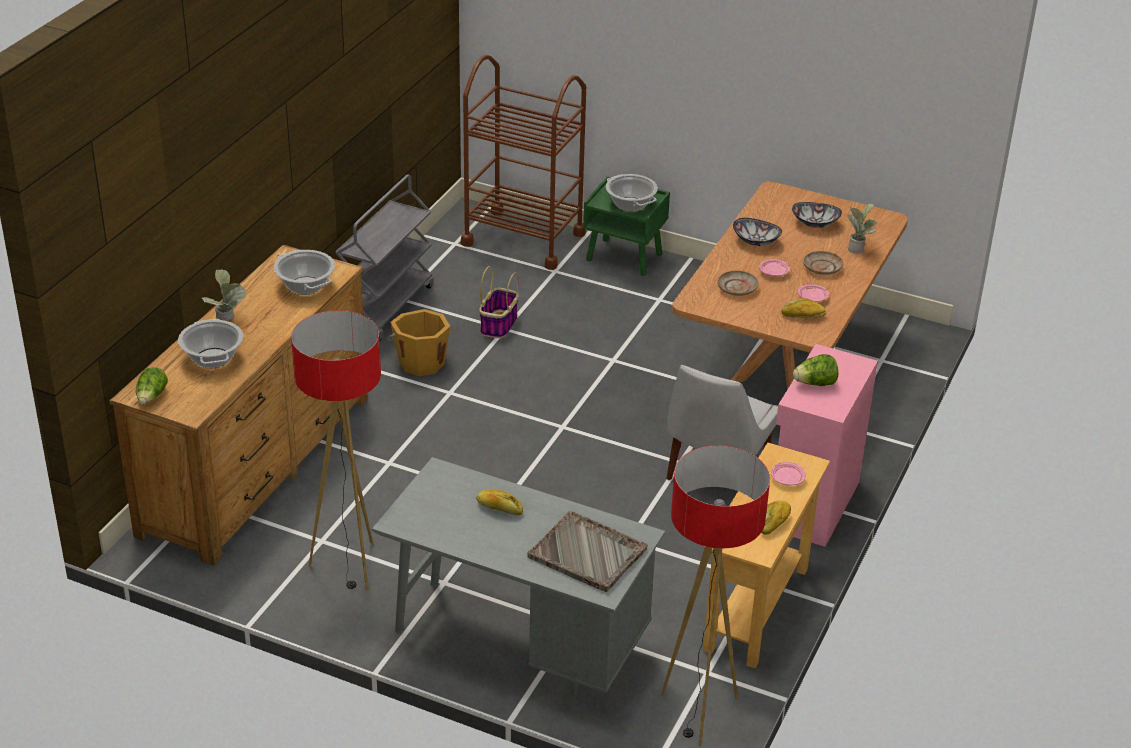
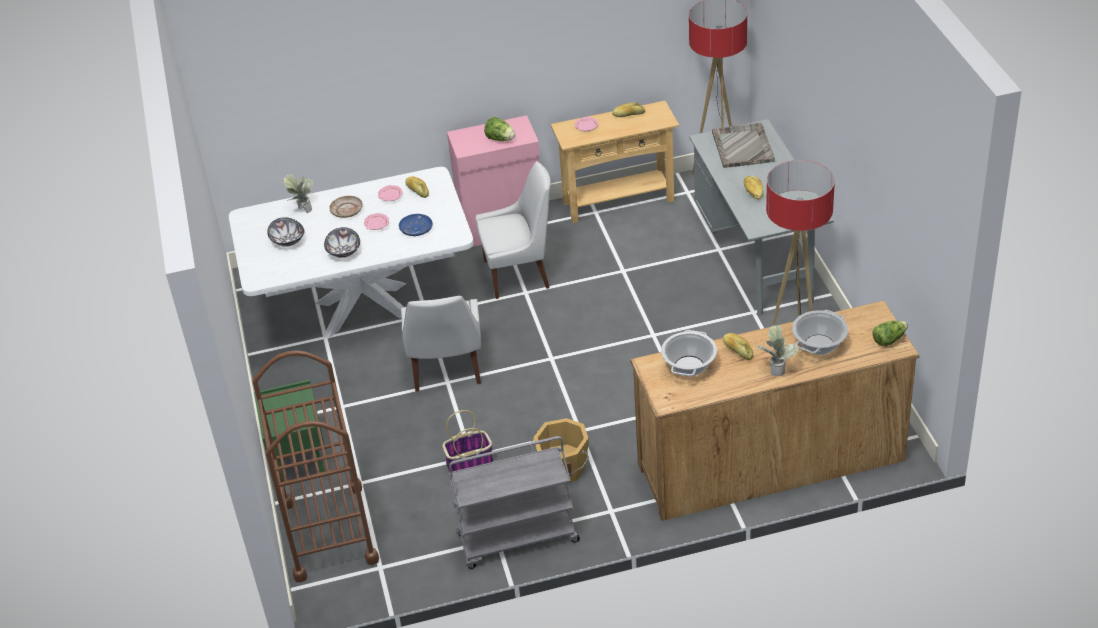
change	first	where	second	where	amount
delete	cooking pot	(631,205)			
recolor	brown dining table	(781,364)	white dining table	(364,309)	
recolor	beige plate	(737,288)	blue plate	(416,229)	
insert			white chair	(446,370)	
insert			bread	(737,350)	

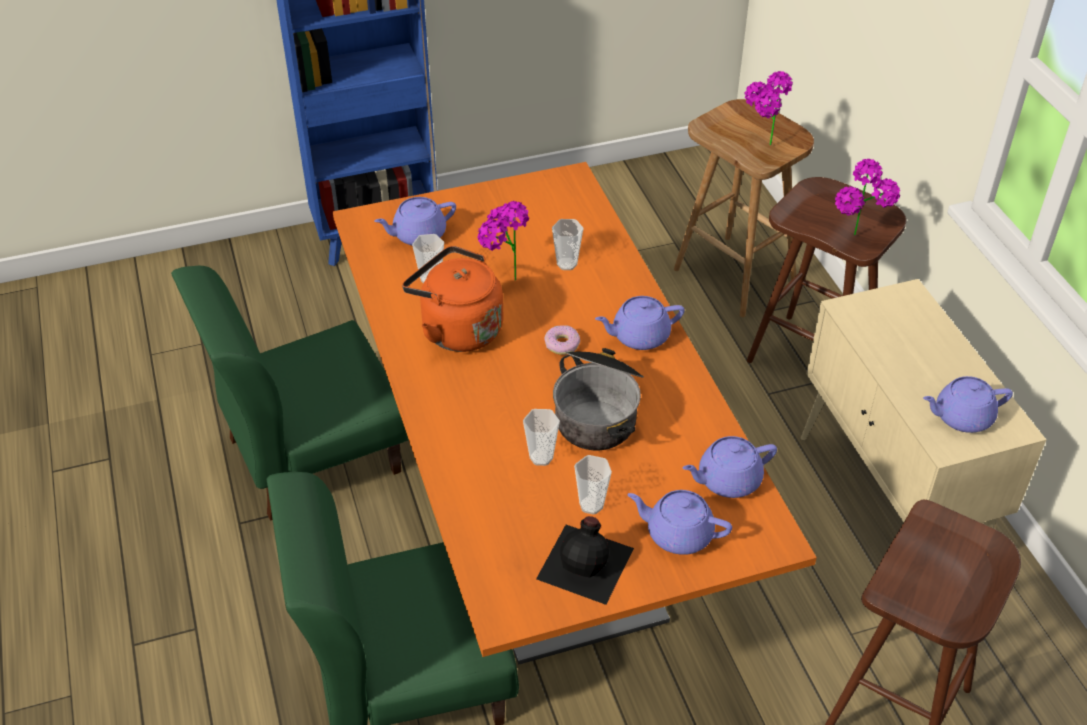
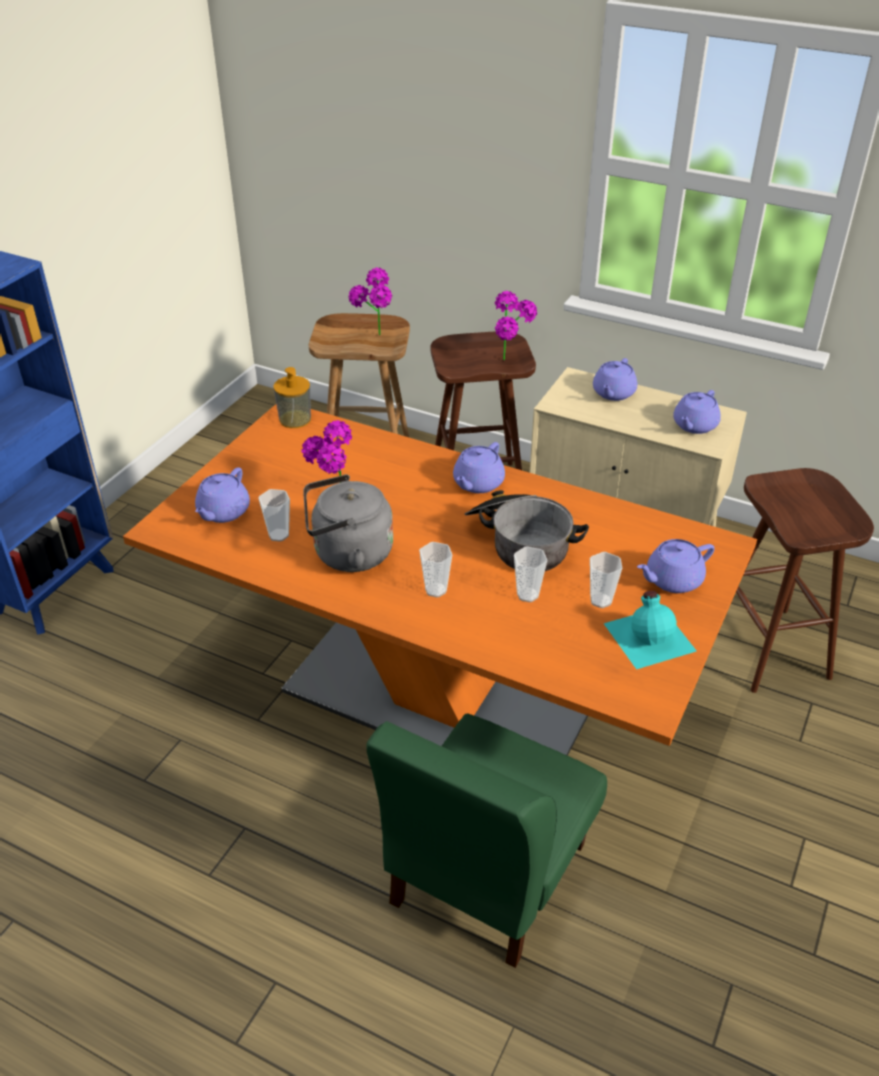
change	first	where	second	where	amount
delete	green chair	(312,454)			
recolor	orange kettle	(457,329)	grey kettle	(348,554)	
recolor	black bottle	(587,562)	turquoise bottle	(650,636)	
delete	donut	(562,344)			
move	cup	(567,264)		(435,590)	
move	purple teapot	(727,480)		(613,393)	
insert			soap dispenser	(295,419)	

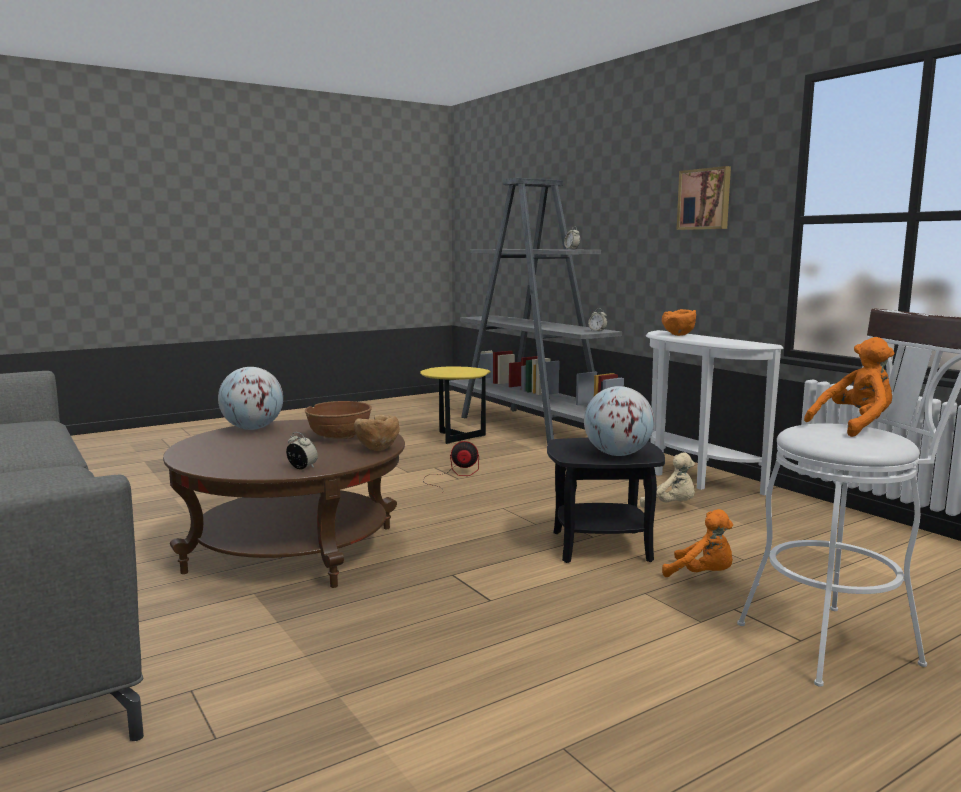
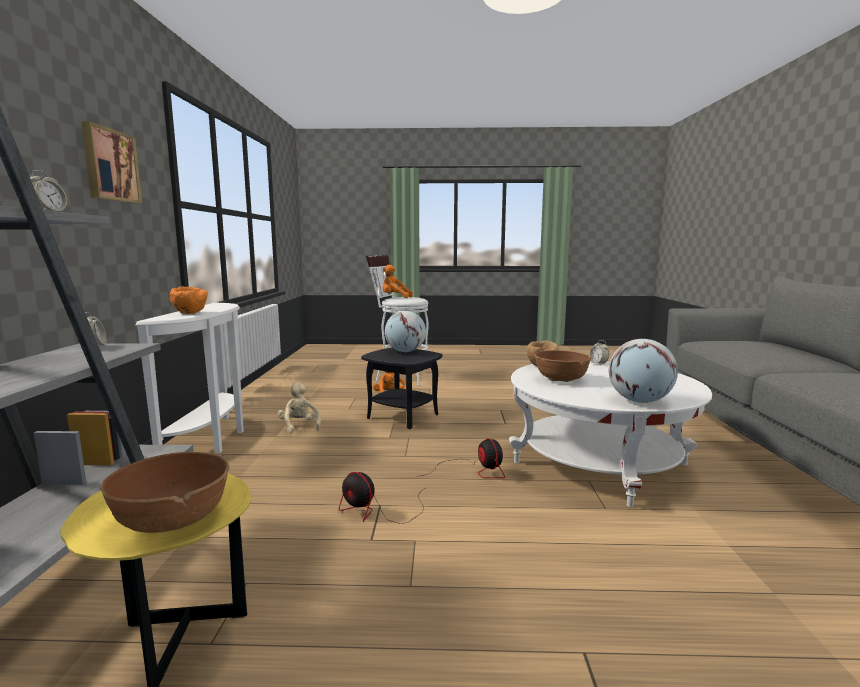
change	first	where	second	where	amount
recolor	brown coffee table	(293,548)	white coffee table	(599,463)	
insert			brown bowl	(173,520)	
insert			fan	(474,471)	

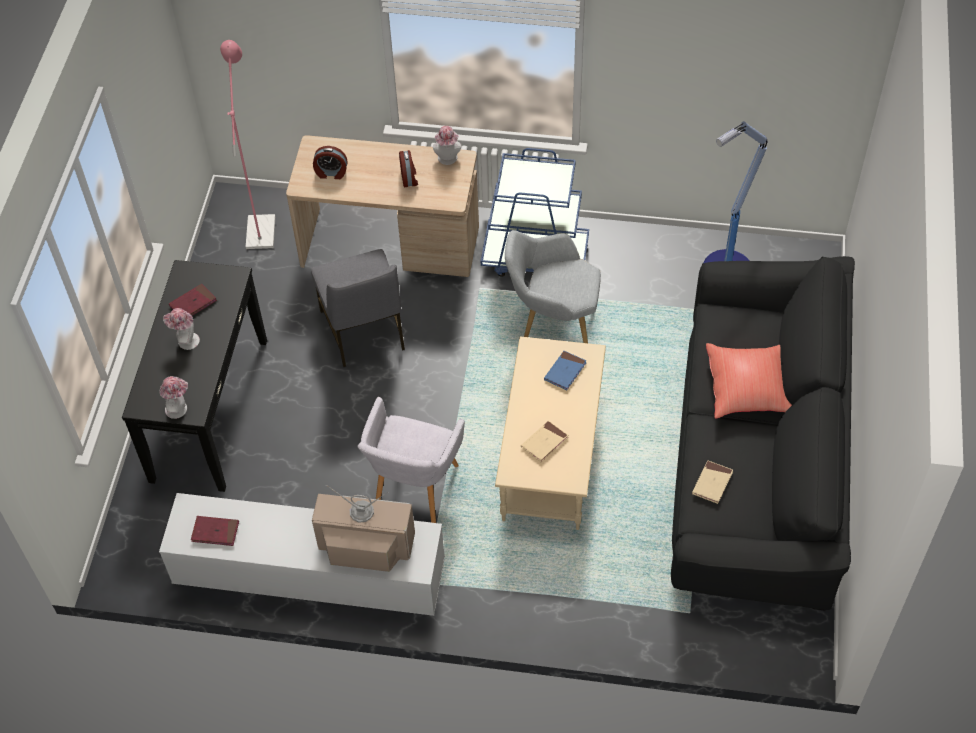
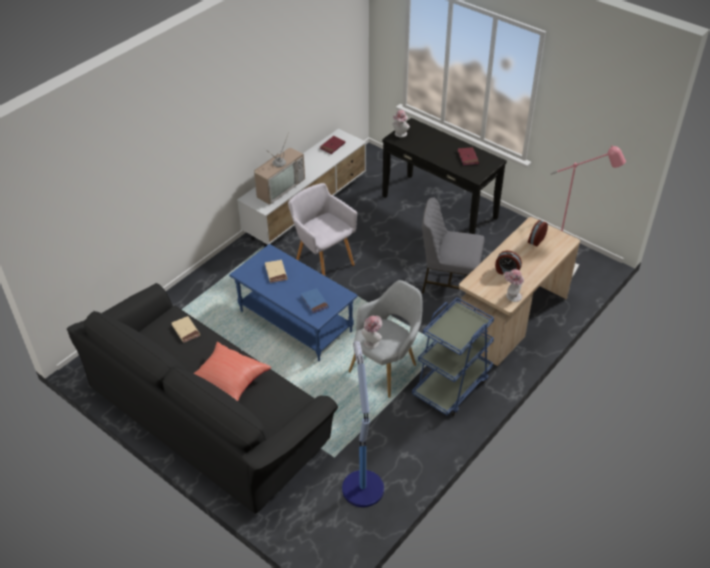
change	first	where	second	where	amount
move	hat	(185,341)		(372,341)	
recolor	beige coffee table	(551,457)	blue coffee table	(294,322)	

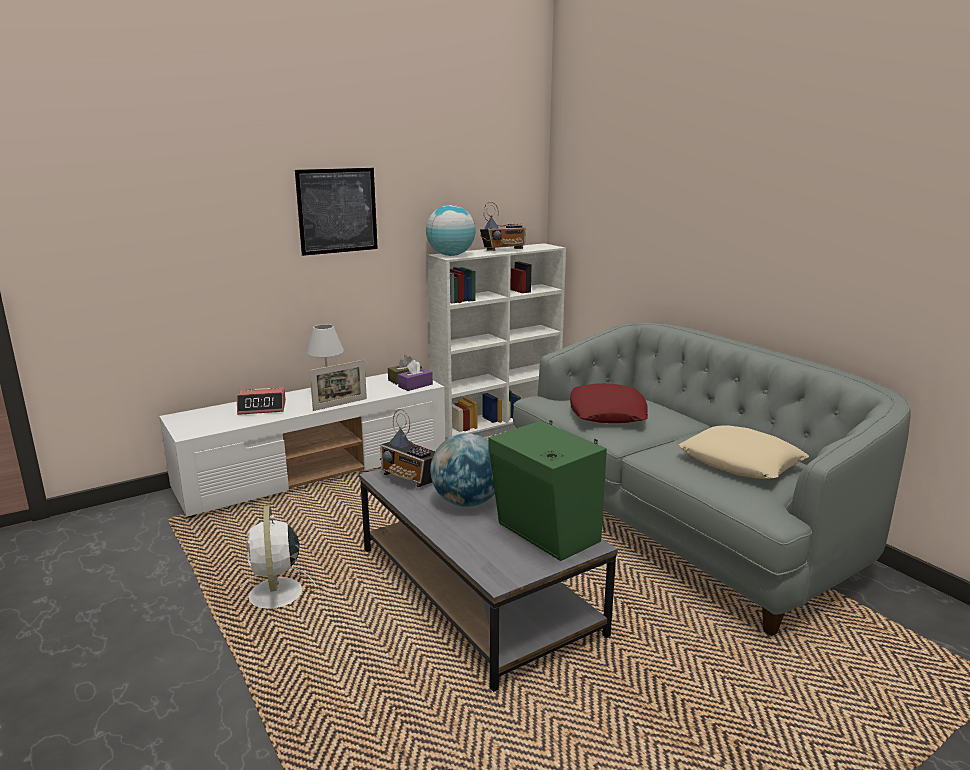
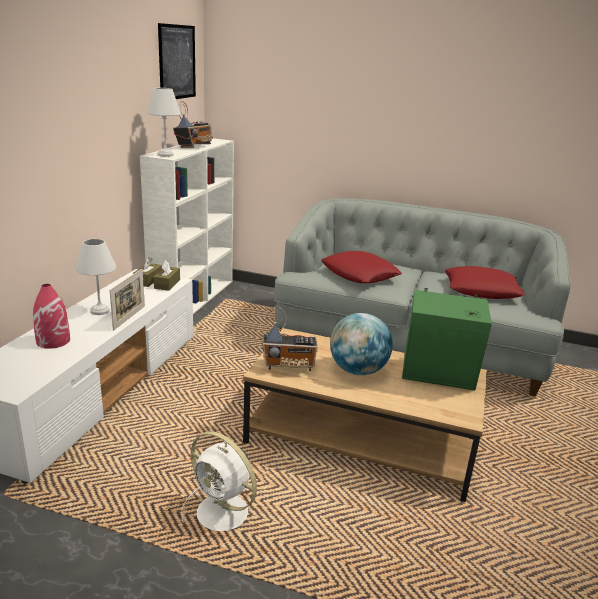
change	first	where	second	where	amount
replace	alarm clock	(262,407)	red vase	(53,341)	
move	picture	(337,211)		(177,62)	
recolor	grey coffee table	(476,590)	brown coffee table	(361,438)	
recolor	purple tissue box	(415,385)	brown tissue box	(167,284)	
replace	globe	(450,255)	white table lamp	(164,155)	
recolor	beige pillow	(741,462)	red pillow	(482,290)	

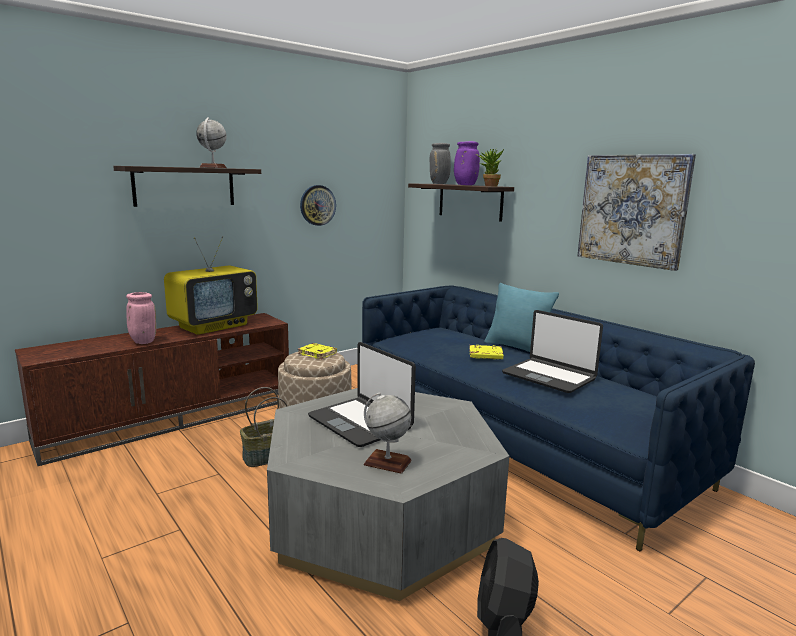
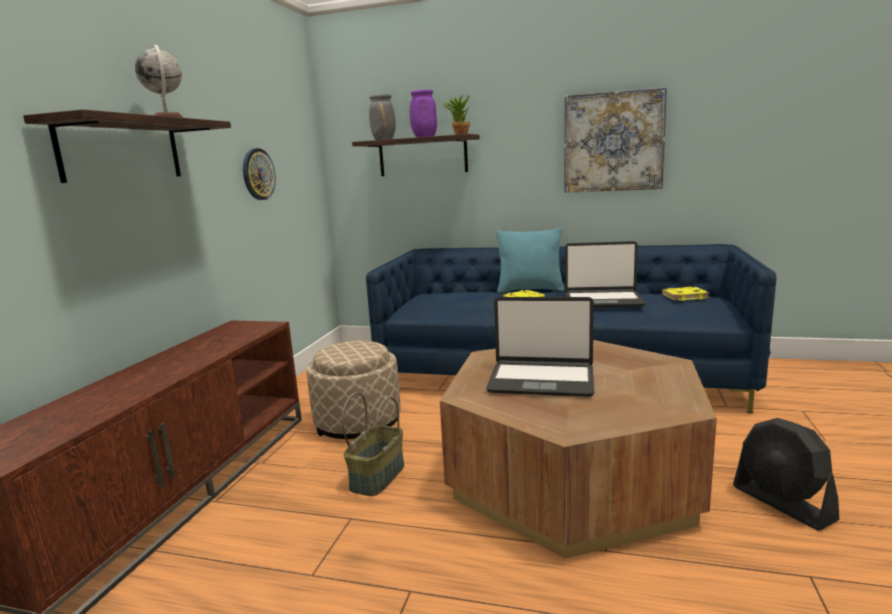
change	first	where	second	where	amount
delete	pink vase	(142,342)			
delete	television	(214,326)			
recolor	grey coffee table	(382,518)	brown coffee table	(573,475)	
move	yellow book	(318,353)		(685,296)	
delete	globe	(387,462)			

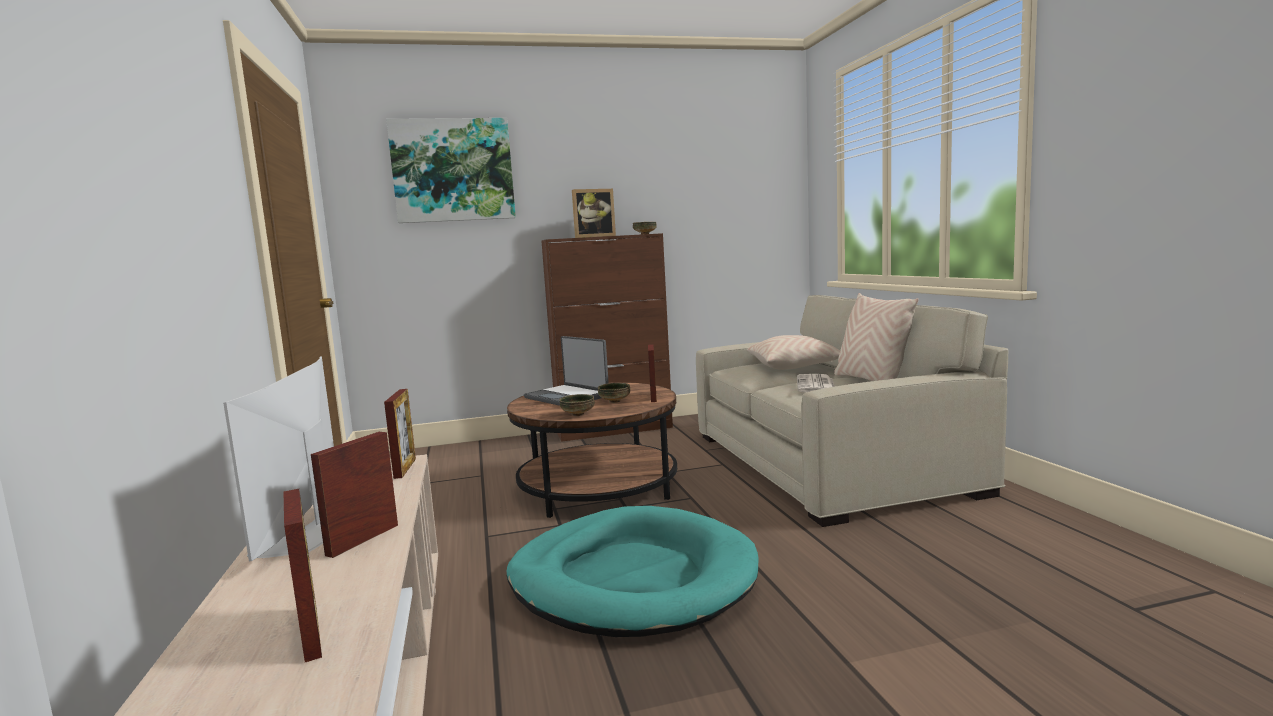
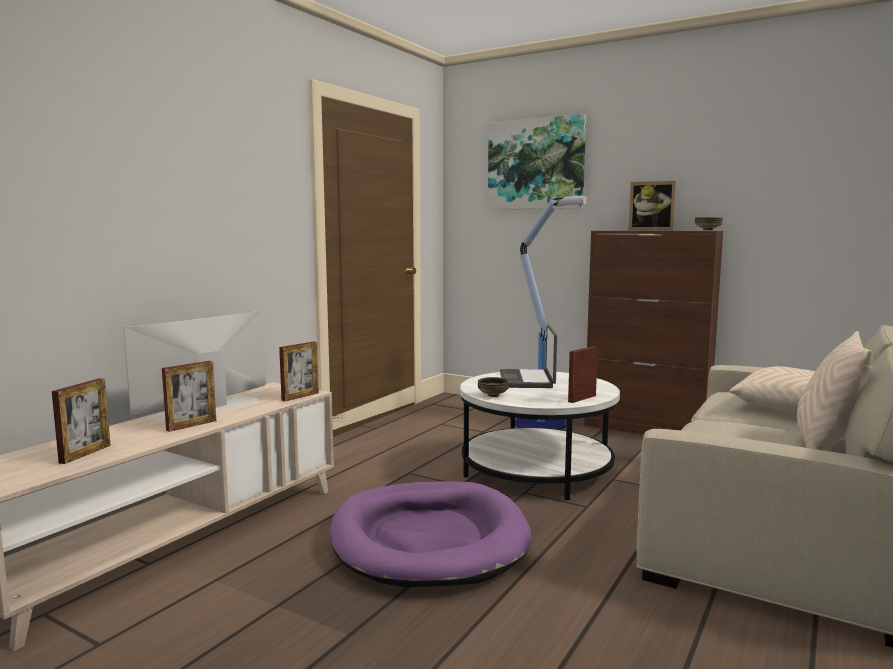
change	first	where	second	where	amount
rotate	picture frame	(363,540)		(191,425)	150 degrees clockwise
recolor	turquoise dog bed	(632,578)	purple dog bed	(428,539)	
recolor	brown coffee table	(598,487)	white coffee table	(536,470)	
delete	bowl	(615,401)			
delete	newspaper	(816,385)			
insert			floor lamp	(542,424)	

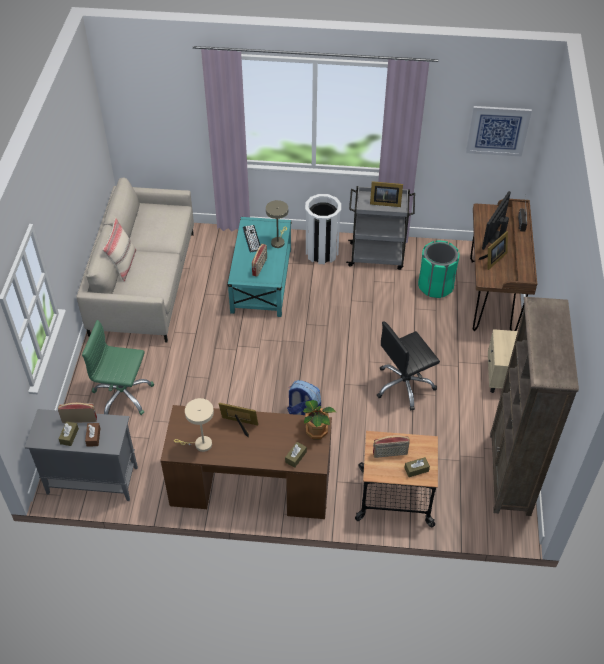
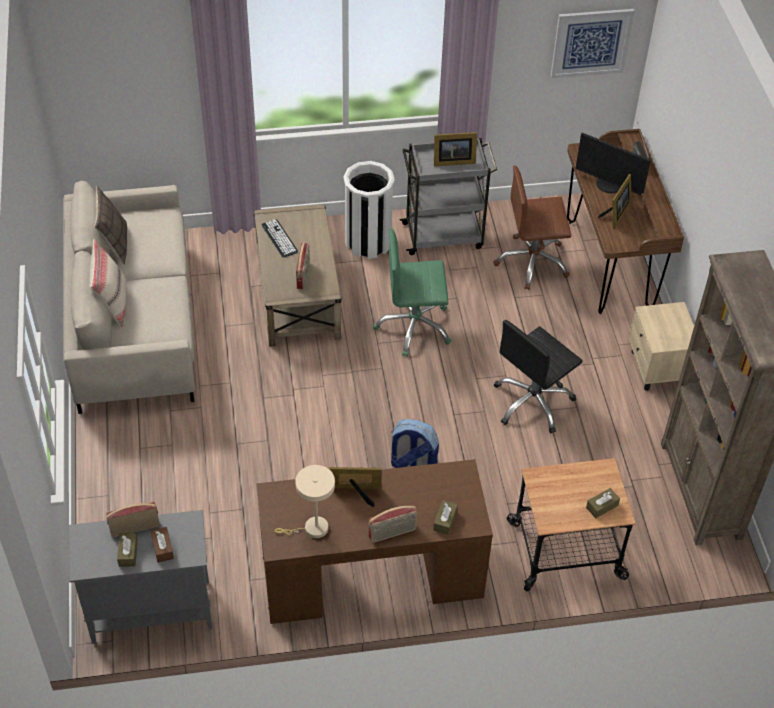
change	first	where	second	where	amount
move	green office chair	(123,396)		(414,327)	
recolor	turquoise coffee table	(261,281)	beige coffee table	(298,294)	
delete	beige table lamp	(278,241)			
delete	potted plant	(316,430)			
move	radio	(390,454)		(392,533)	
replace	green trash can	(435,286)	brown office chair	(532,262)	
rotate	monitor	(494,237)		(609,185)	75 degrees counterclockwise
insert			pillow	(114,244)	

